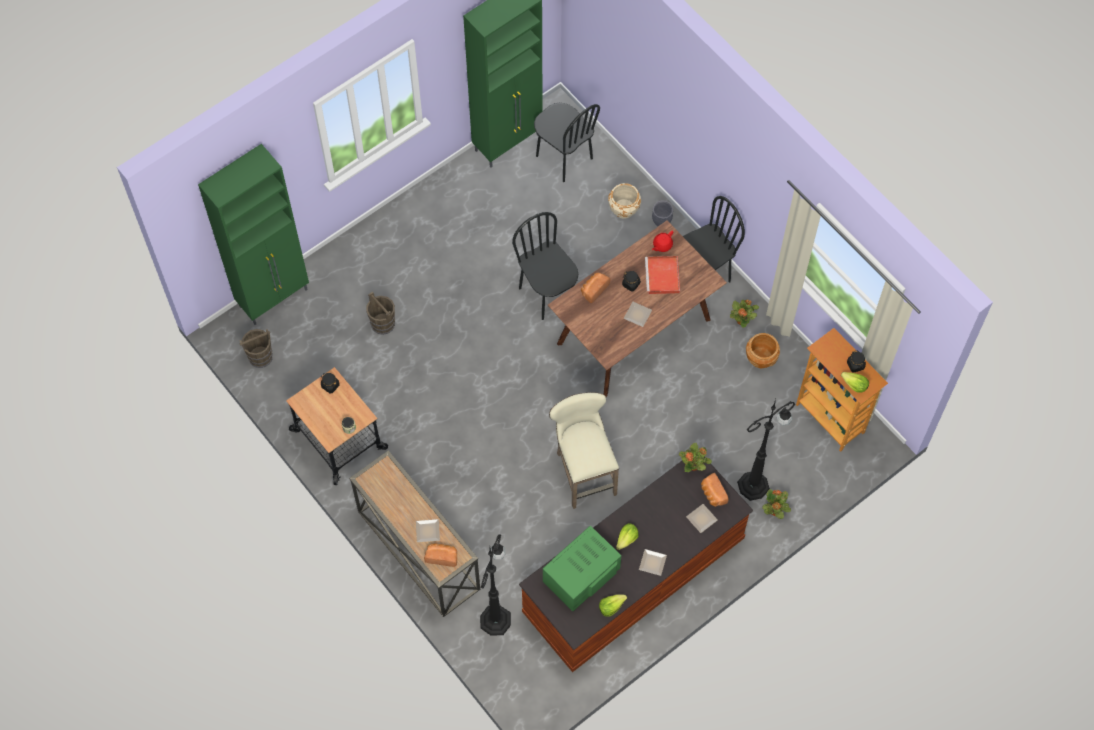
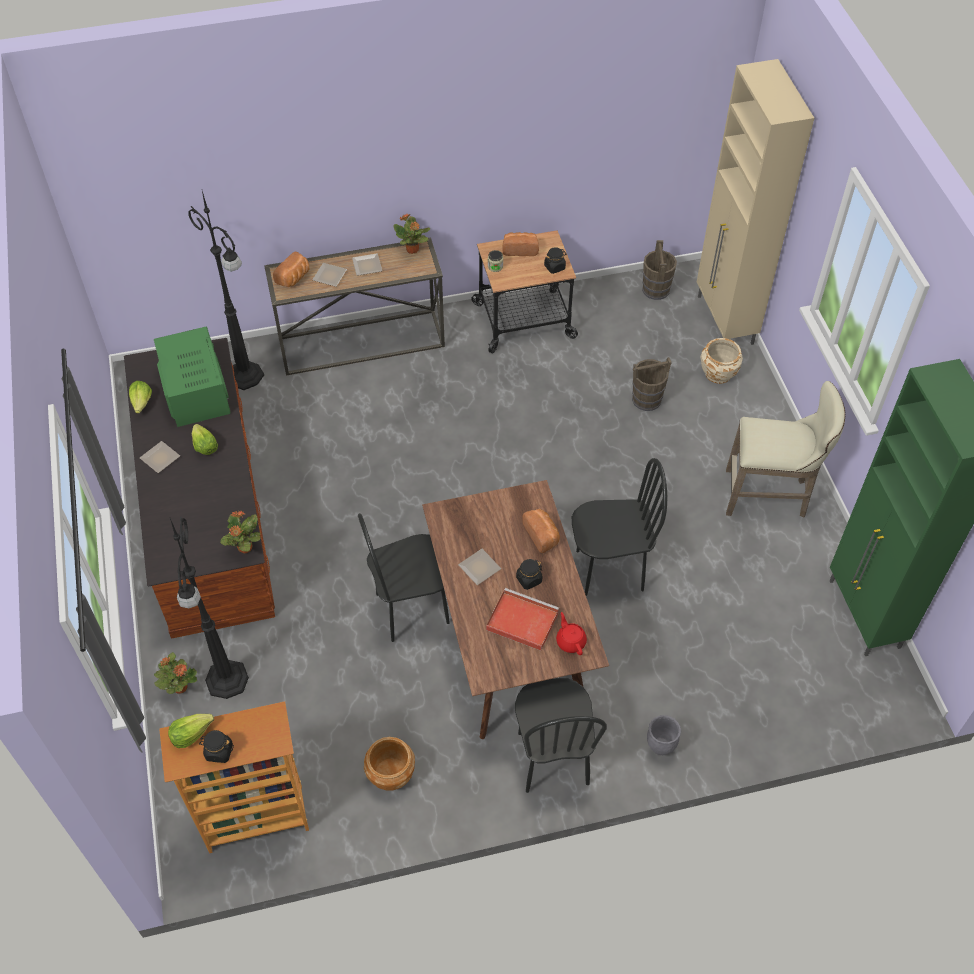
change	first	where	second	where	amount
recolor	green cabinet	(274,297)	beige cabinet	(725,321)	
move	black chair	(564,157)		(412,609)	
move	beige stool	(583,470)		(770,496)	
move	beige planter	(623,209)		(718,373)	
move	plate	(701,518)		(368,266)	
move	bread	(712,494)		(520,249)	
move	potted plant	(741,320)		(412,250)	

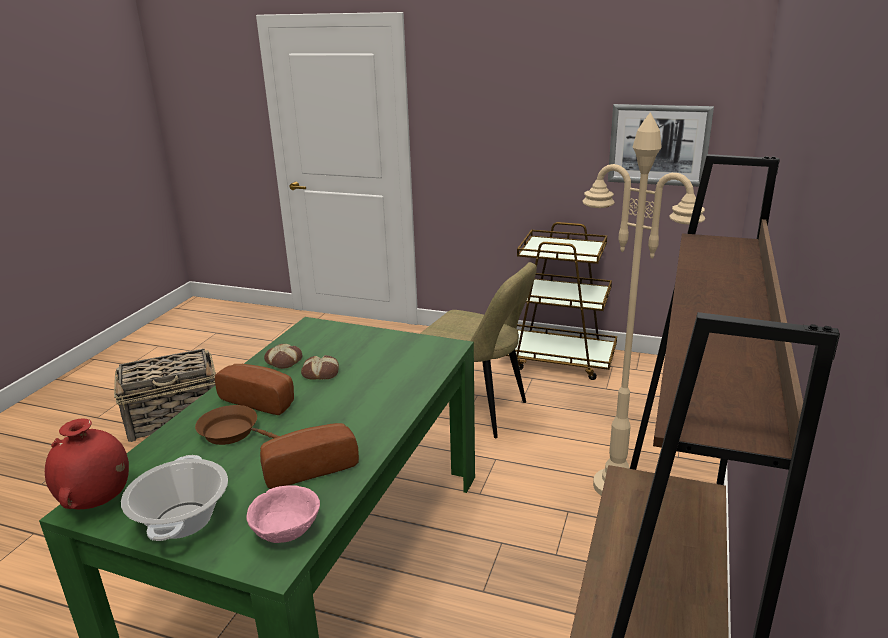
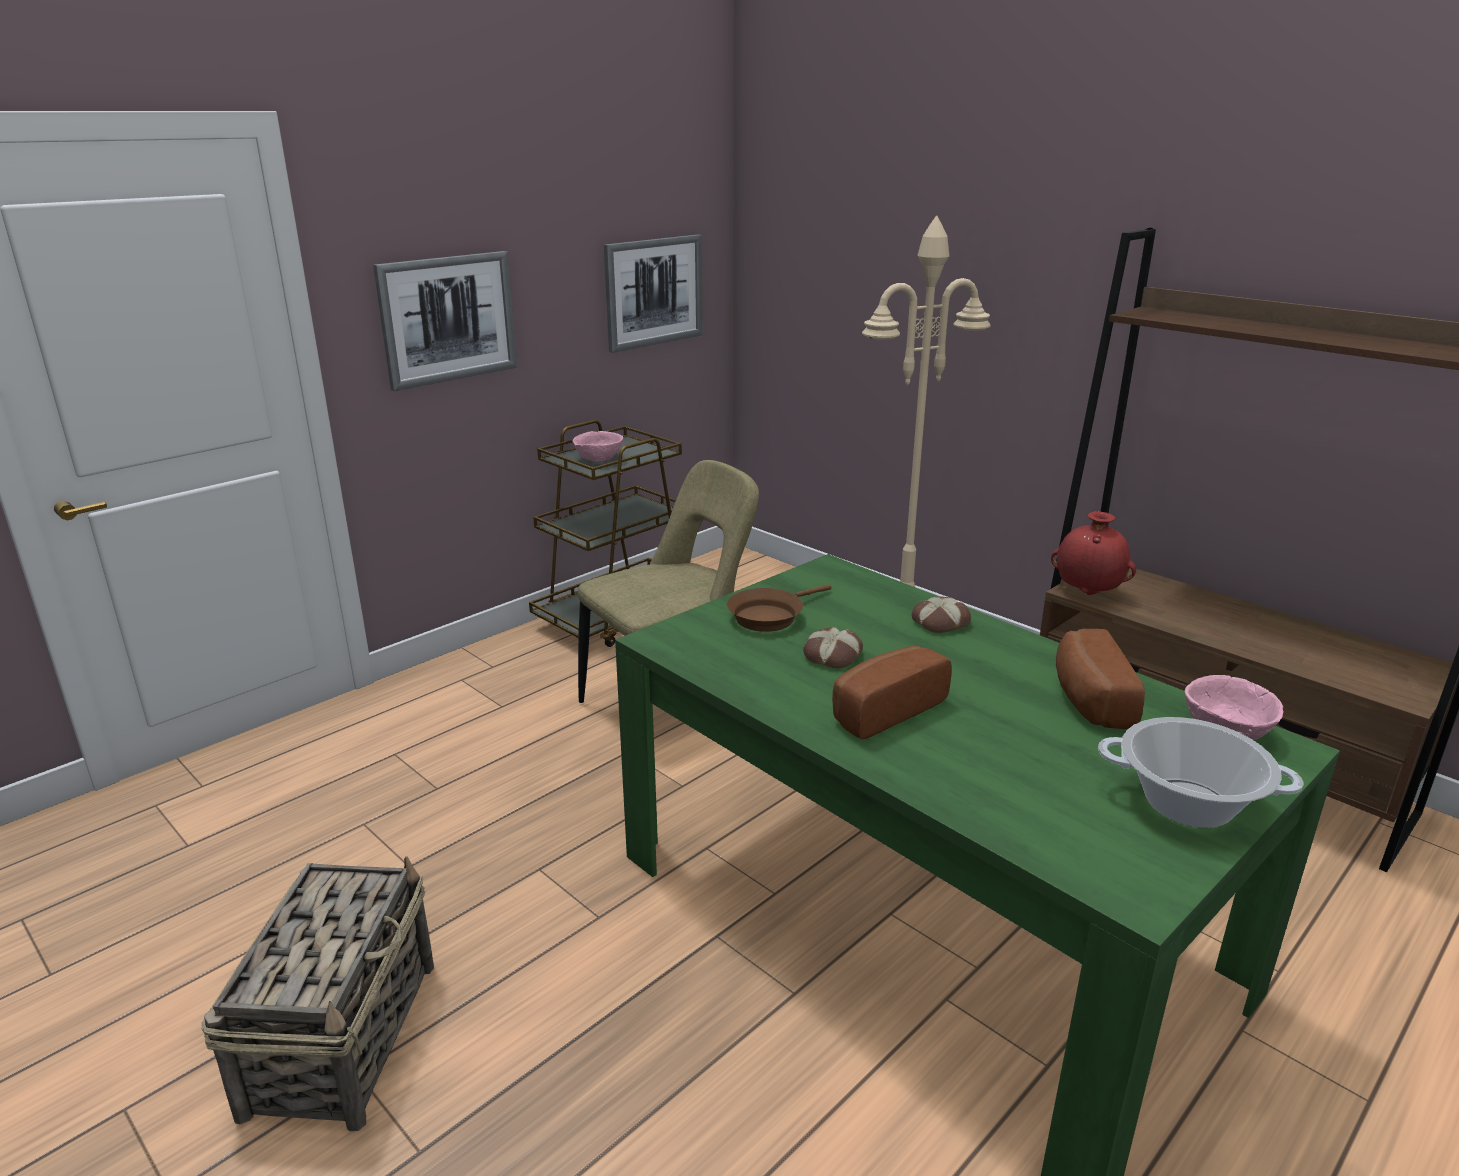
change	first	where	second	where	amount
move	red vase	(97,503)		(1088,593)	
move	brown frying pan	(234,432)		(769,616)	
move	bread	(284,360)		(939,621)	
insert			picture	(448,319)	
insert			pink bowl	(599,460)	

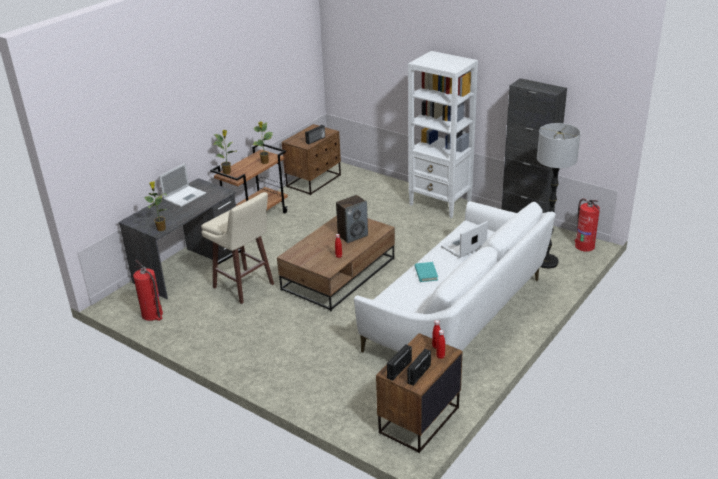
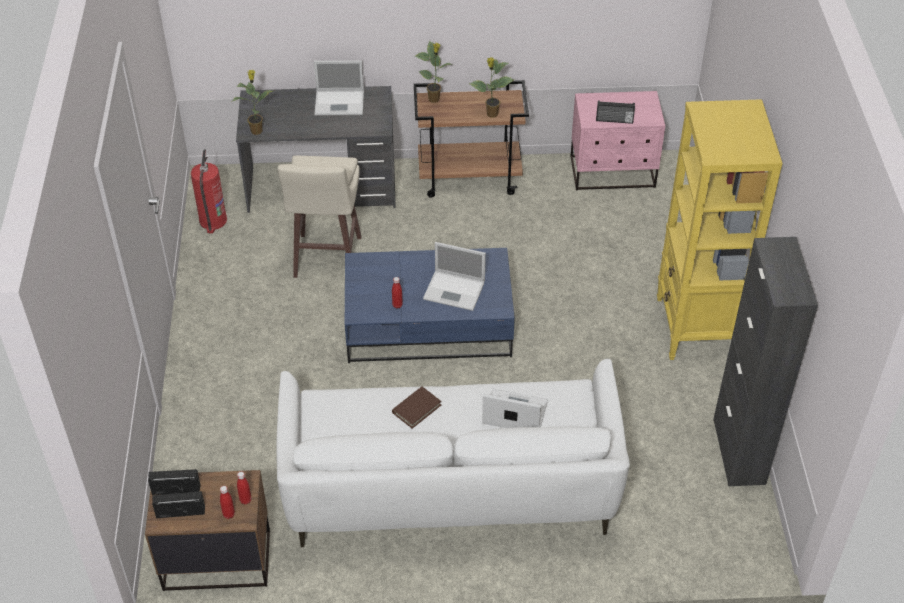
change	first	where	second	where	amount
recolor	brown coffee table	(338,274)	blue coffee table	(427,325)	
recolor	brown nightstand	(314,181)	pink nightstand	(613,173)	
replace	speaker	(353,235)	laptop	(455,290)	
recolor	white bookcase	(440,203)	yellow bookcase	(695,328)	
recolor	turquoise book	(426,273)	brown book	(416,409)	
delete	floor lamp	(546,262)			
delete	fire extinguisher	(584,246)			

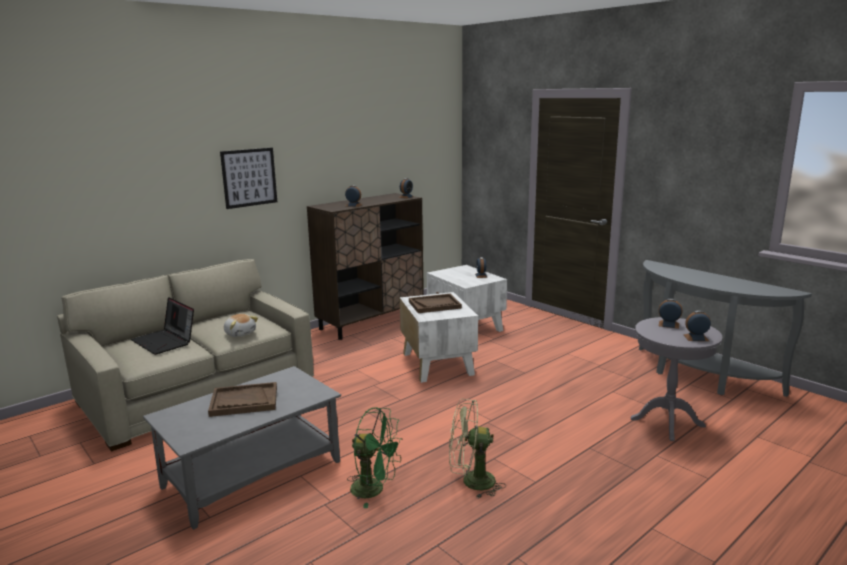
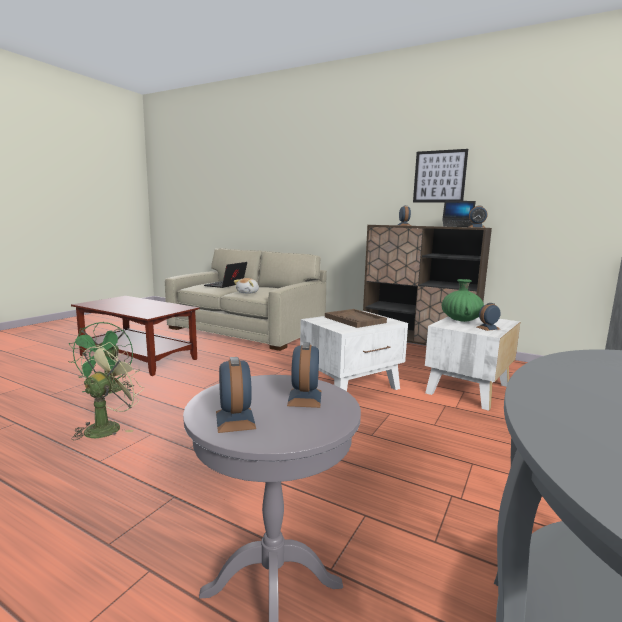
change	first	where	second	where	amount
recolor	grey coffee table	(253,473)	brown coffee table	(139,357)	
delete	brown tray	(244,401)			
move	picture	(249,177)		(439,176)	
rotate	green fan	(471,482)		(108,427)	45 degrees clockwise
insert			green vase	(461,320)	
insert			laptop	(458,226)	

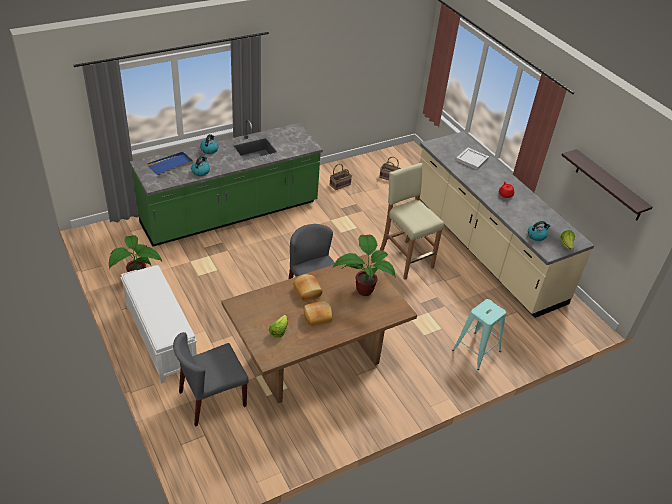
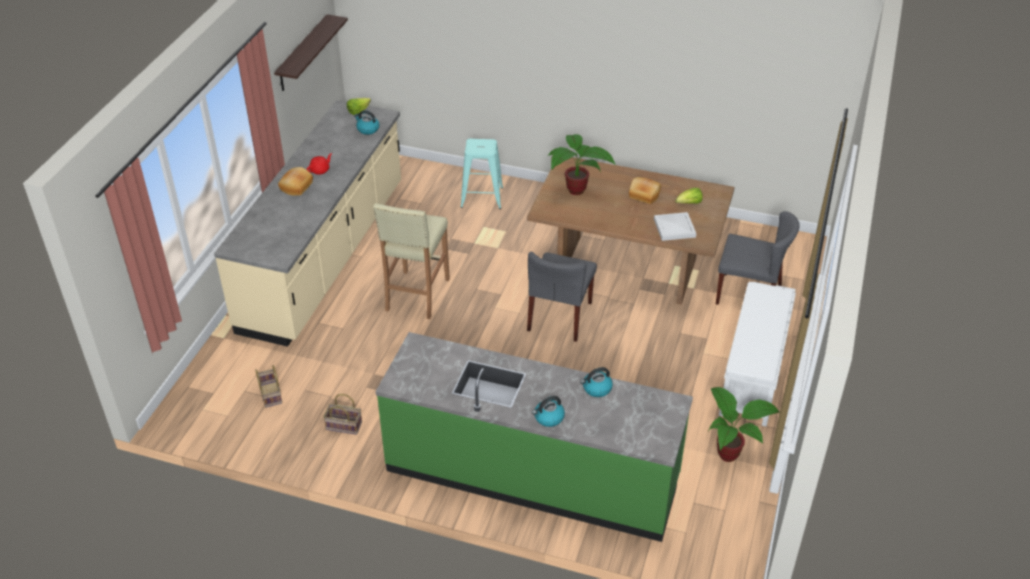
change	first	where	second	where	amount
delete	blue tray	(171,165)			
move	bread	(308,291)		(295,186)	
move	white tray	(471,160)		(675,228)	

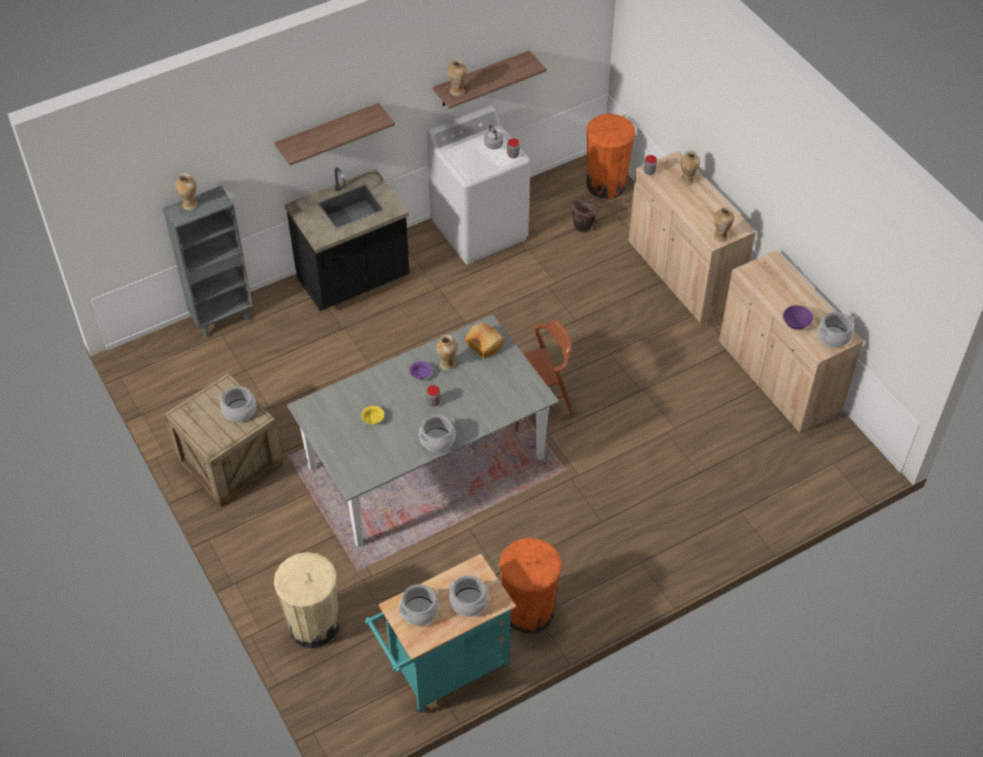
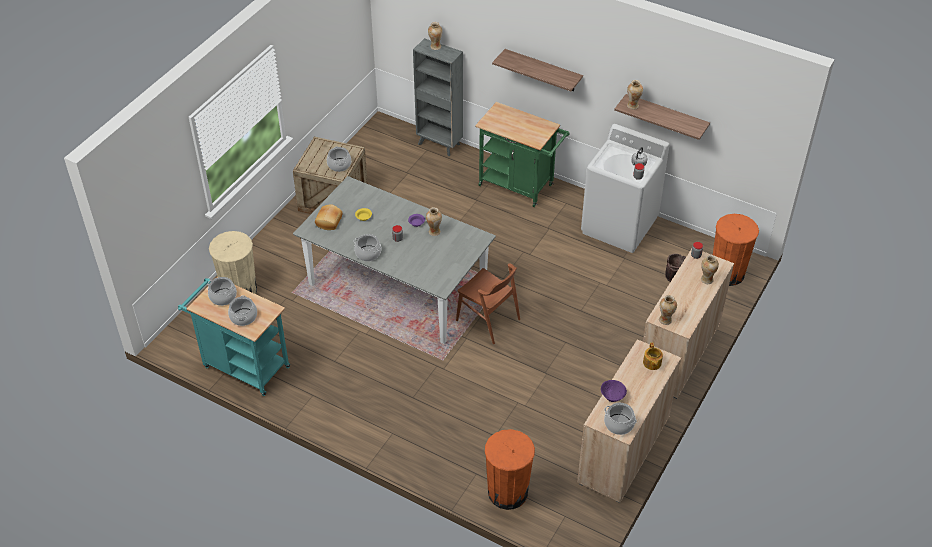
change	first	where	second	where	amount
replace	black counter	(354,280)	green cart	(520,186)	
move	bread	(485,344)		(329,222)	
move	orange trash can	(528,611)		(507,492)	
insert			teapot	(652,363)	

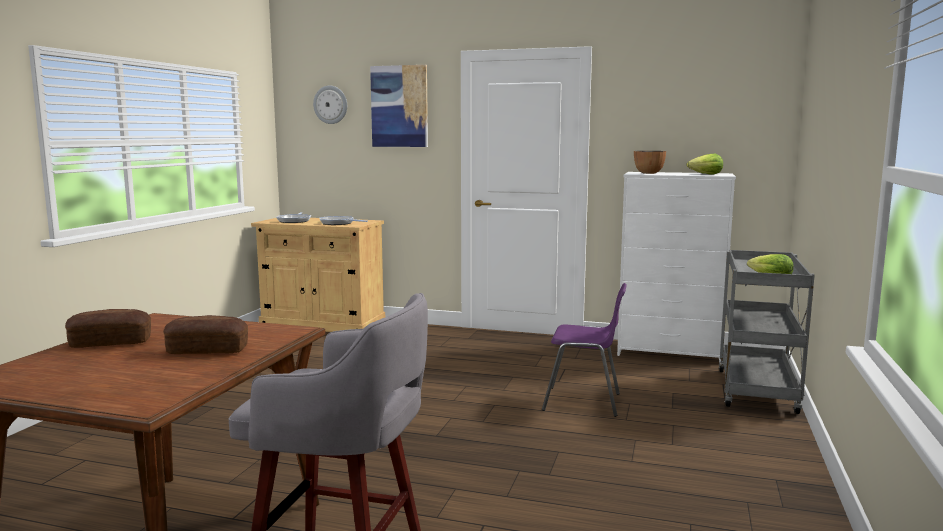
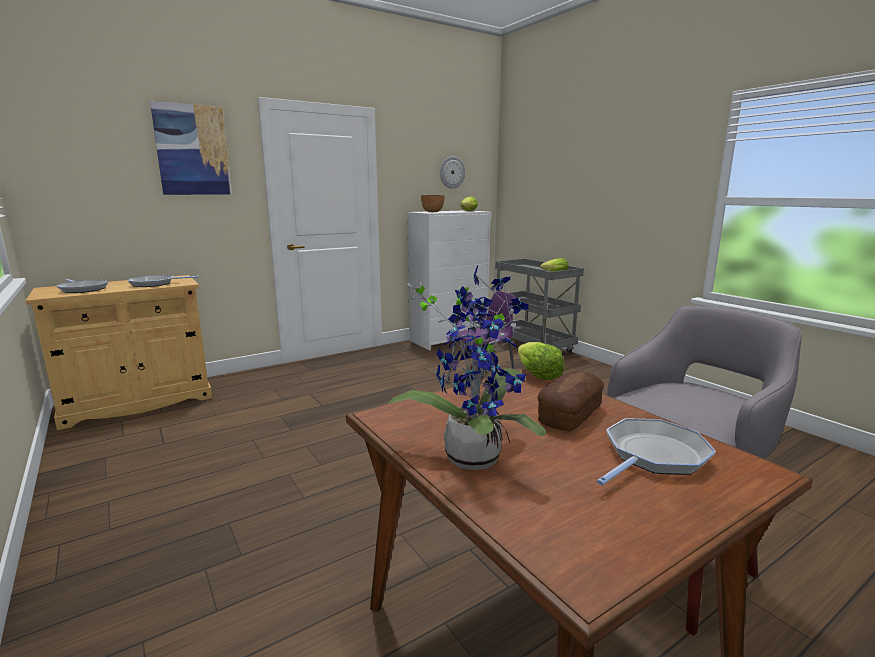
change	first	where	second	where	amount
replace	bread	(110,343)	potted plant	(474,454)	
move	wall clock	(330,104)		(452,172)	
insert			lettuce	(536,375)	
insert			frying pan	(653,456)	

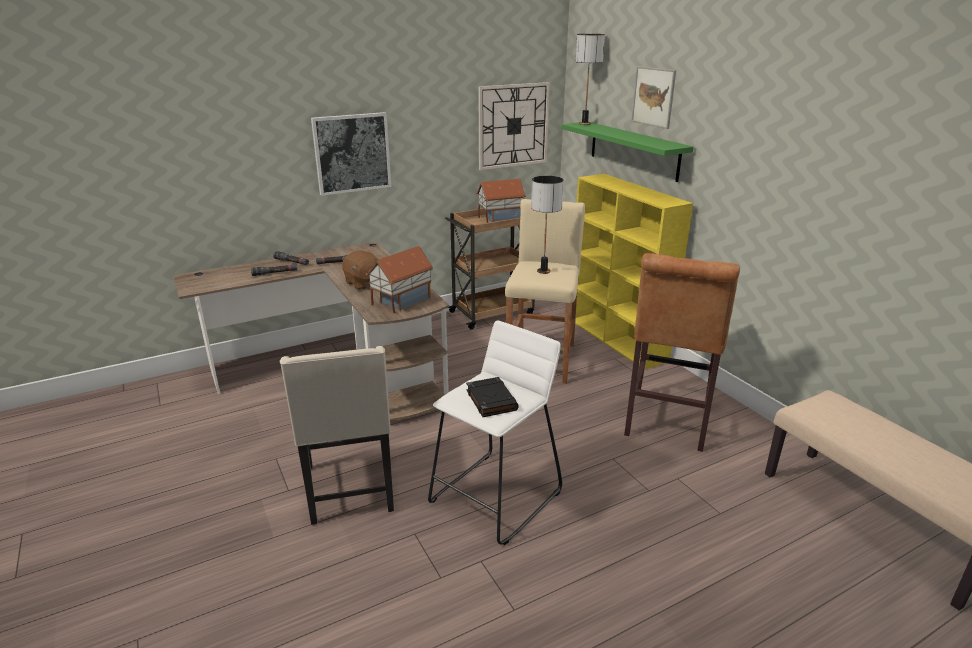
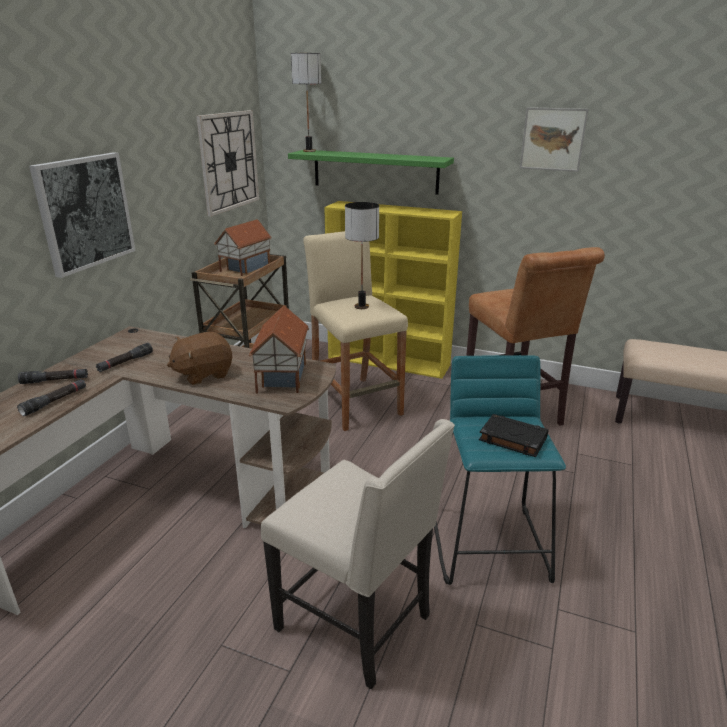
change	first	where	second	where	amount
rotate	brown plush toy	(364,283)		(203,374)	135 degrees clockwise
recolor	white stool	(496,497)	turquoise stool	(489,543)	
move	picture	(653,97)		(552,139)	

